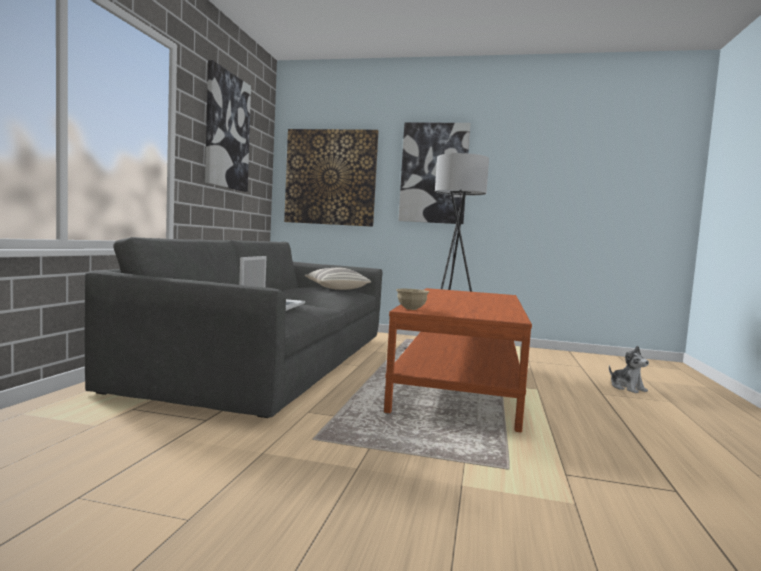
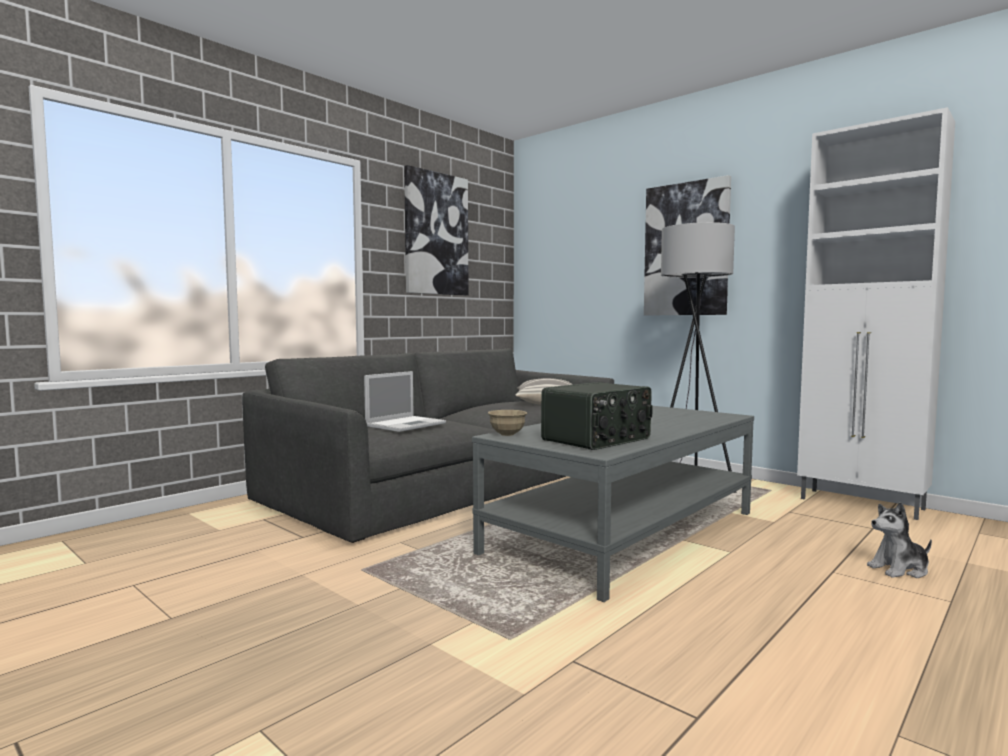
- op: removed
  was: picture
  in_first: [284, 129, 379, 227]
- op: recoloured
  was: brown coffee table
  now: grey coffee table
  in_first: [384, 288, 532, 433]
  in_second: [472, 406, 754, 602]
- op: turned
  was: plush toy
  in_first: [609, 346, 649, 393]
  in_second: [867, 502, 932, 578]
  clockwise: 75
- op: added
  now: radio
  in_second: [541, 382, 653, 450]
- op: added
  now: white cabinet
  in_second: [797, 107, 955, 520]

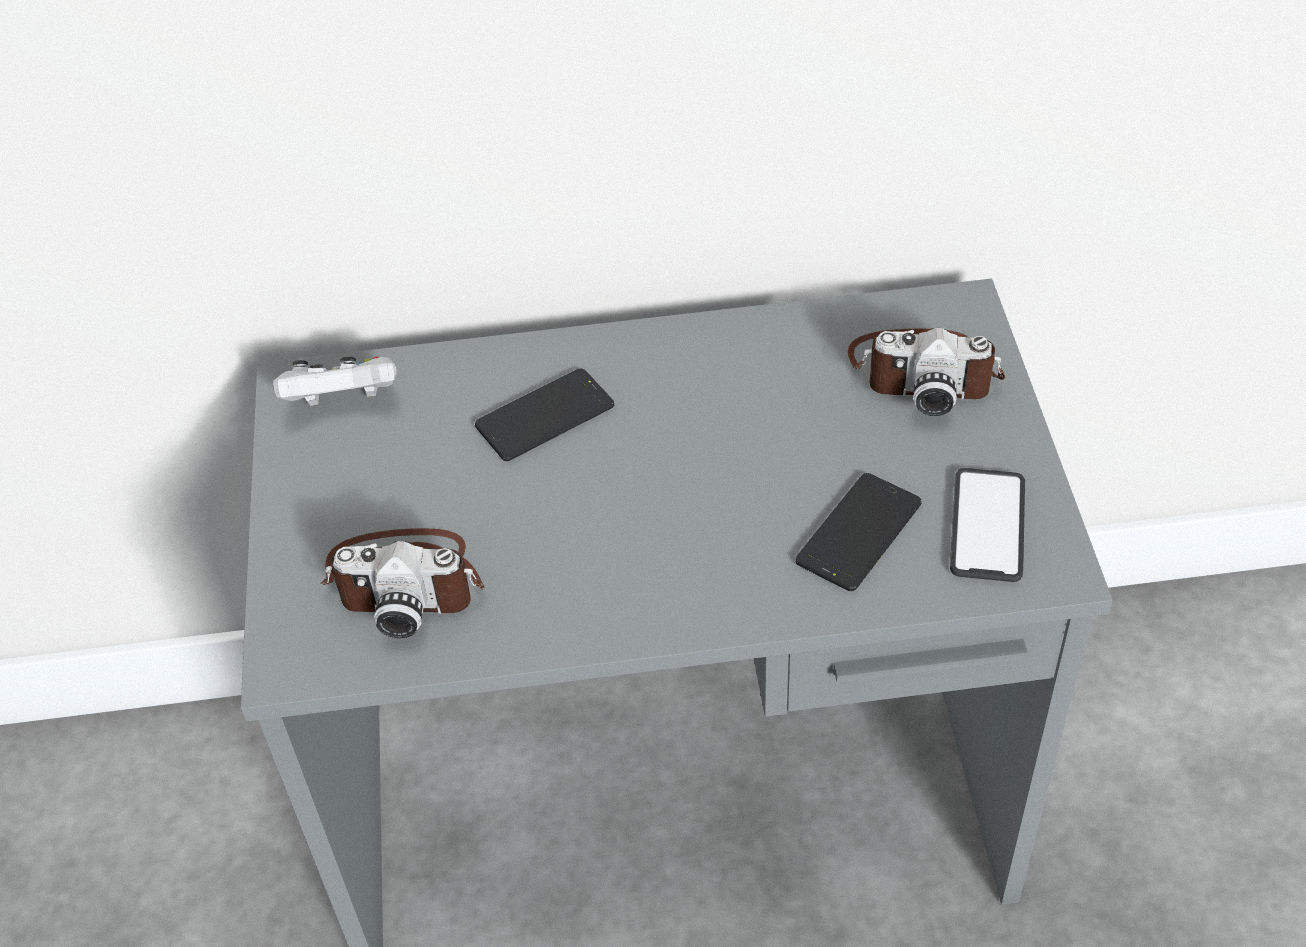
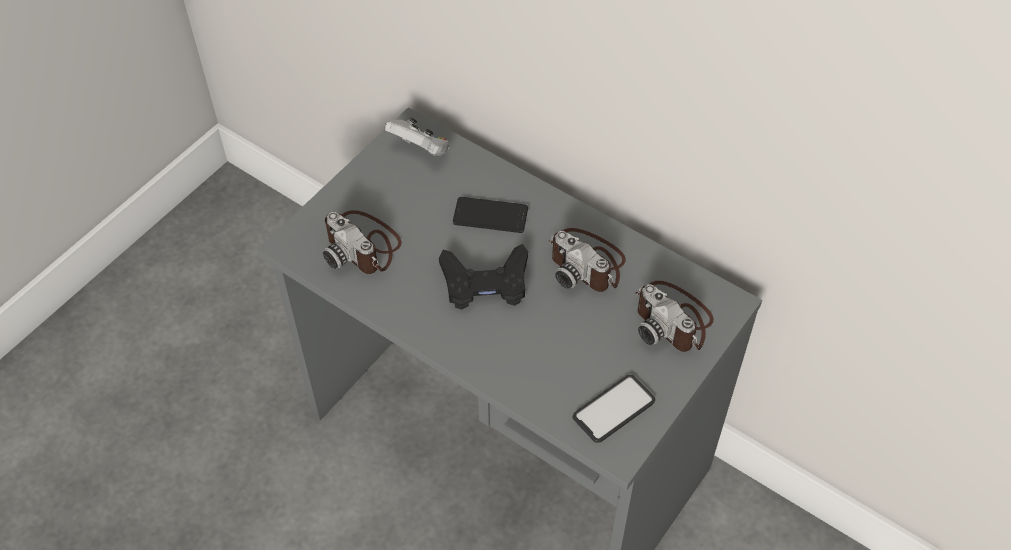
- op: removed
  was: phone
  in_first: [795, 473, 922, 591]
- op: added
  now: black game controller
  in_second: [439, 244, 528, 309]
- op: added
  now: photo camera
  in_second: [549, 228, 626, 292]

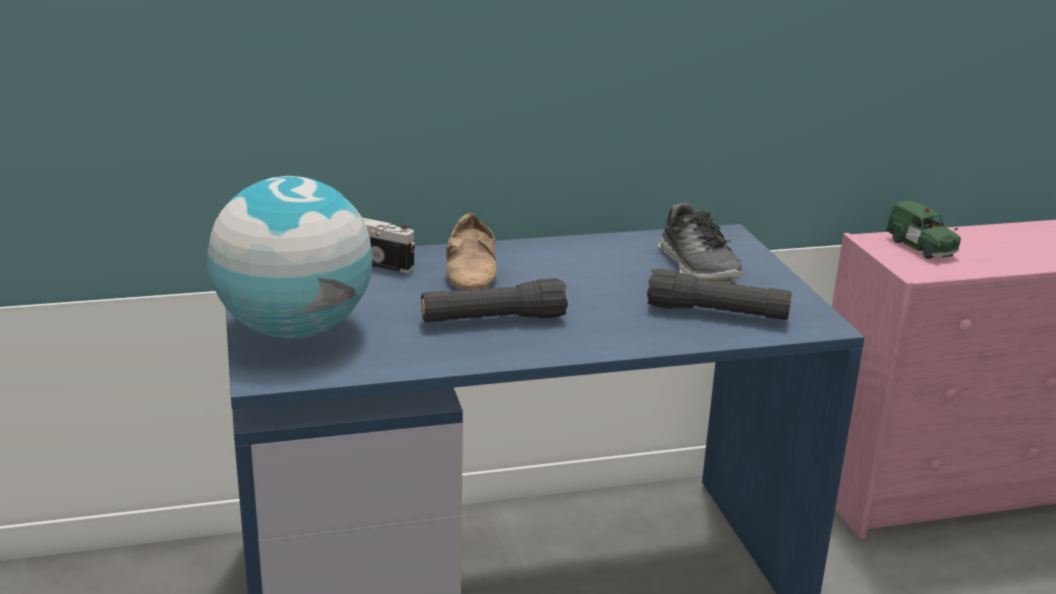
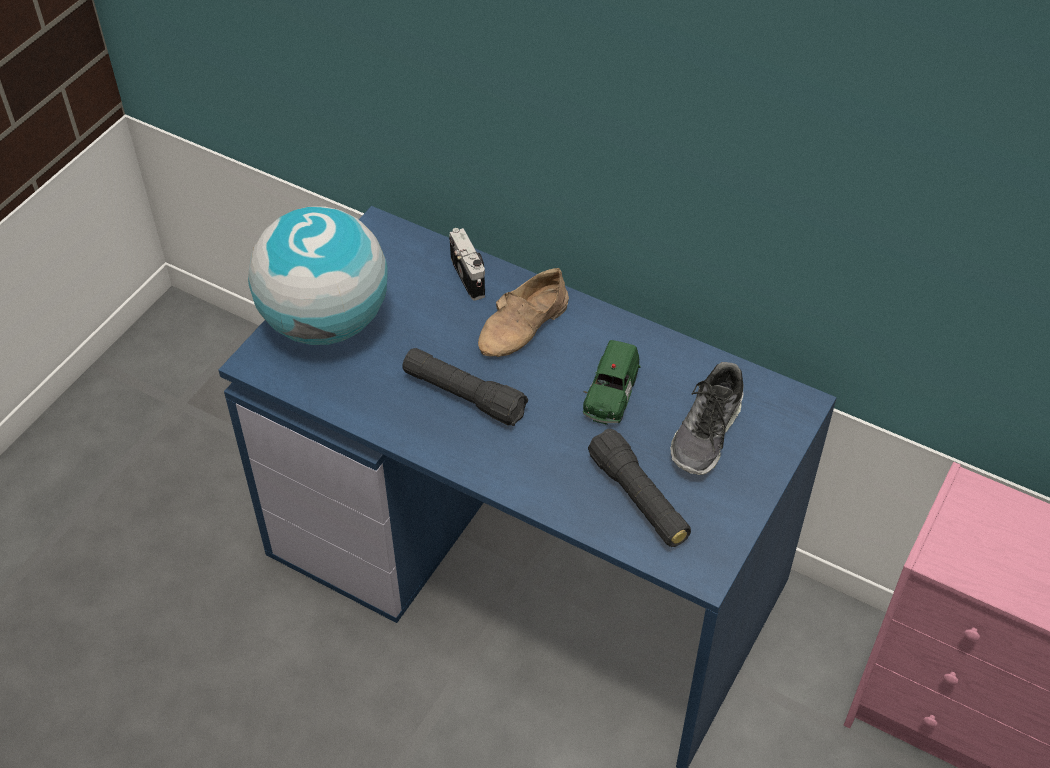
- op: moved
  was: green toy car
  in_first: [886, 200, 961, 259]
  in_second: [583, 340, 641, 425]

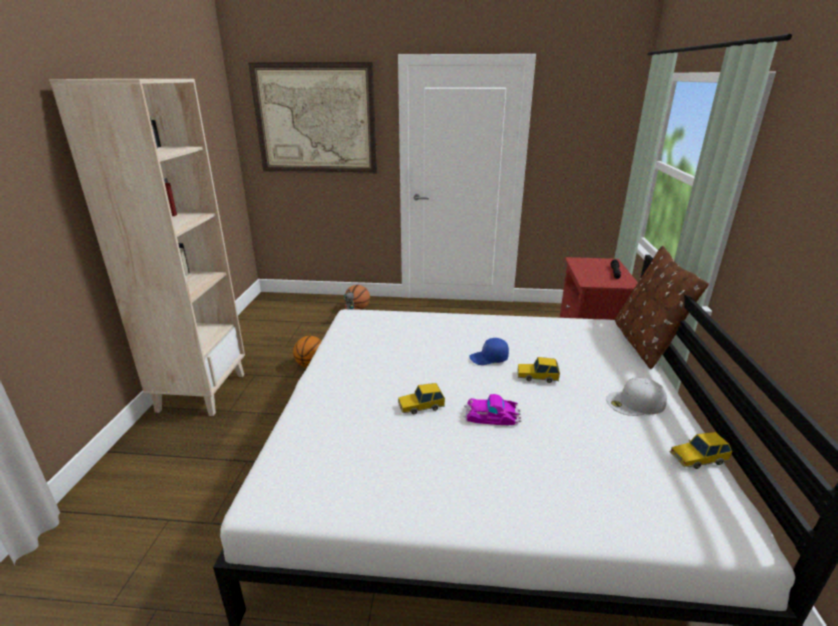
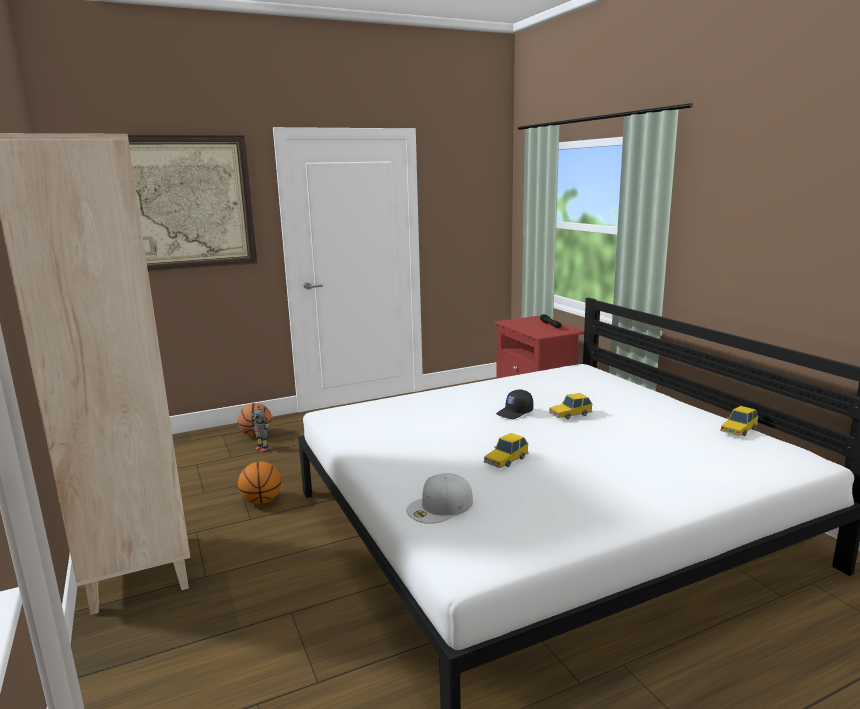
- op: removed
  was: toy car
  in_first: [463, 394, 521, 425]
- op: recoloured
  was: blue cap
  now: black cap
  in_first: [469, 338, 509, 365]
  in_second: [496, 390, 533, 419]
- op: moved
  was: white cap
  in_first: [606, 378, 667, 416]
  in_second: [406, 473, 473, 524]
- op: removed
  was: brown pillow
  in_first: [615, 246, 709, 369]

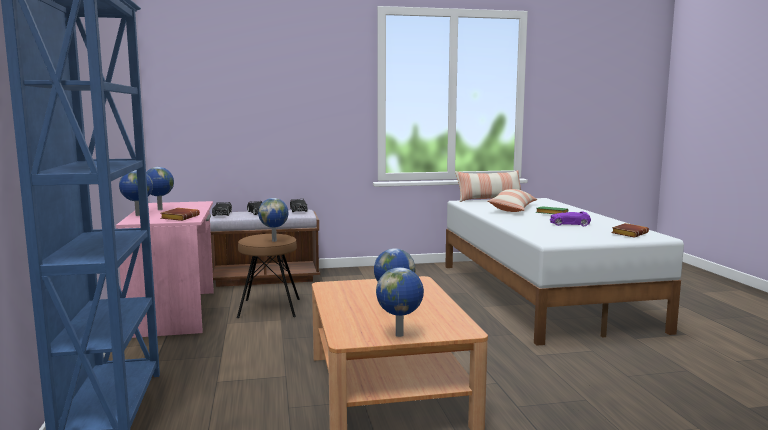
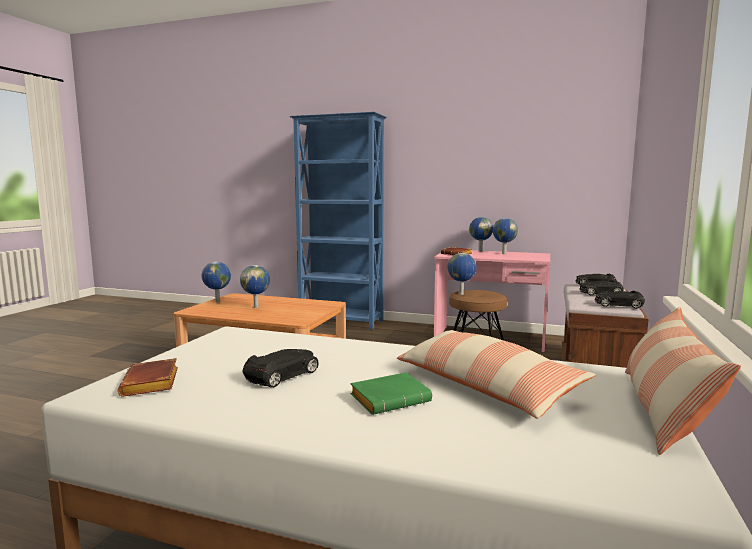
- op: recoloured
  was: purple toy car
  now: black toy car
  in_first: [549, 211, 591, 226]
  in_second: [242, 349, 319, 387]

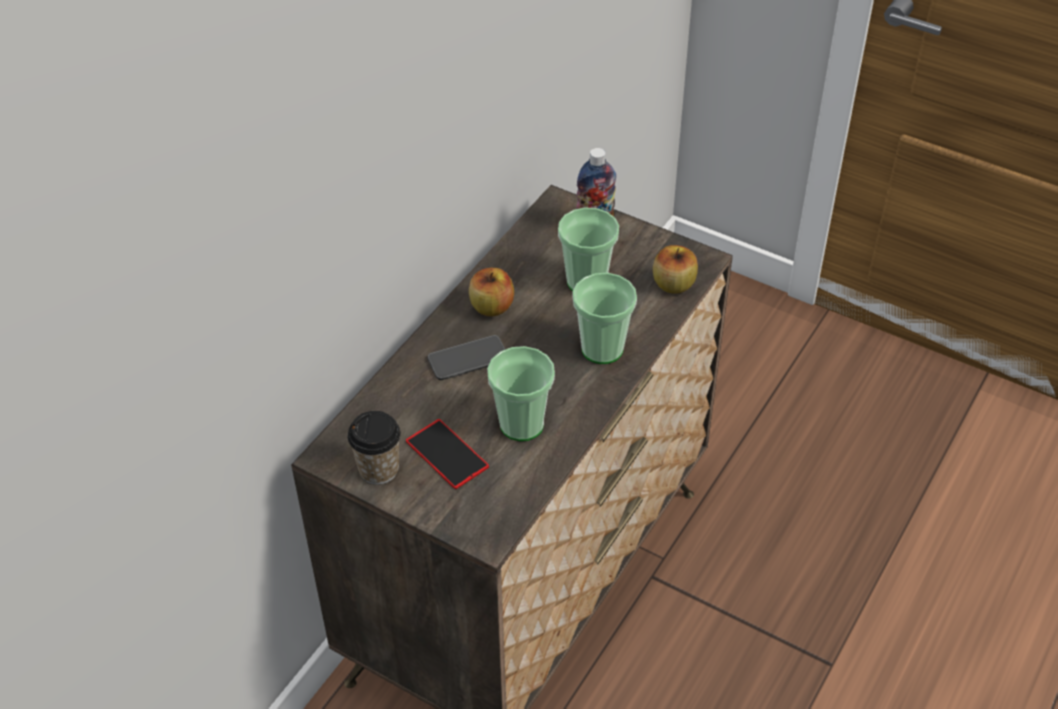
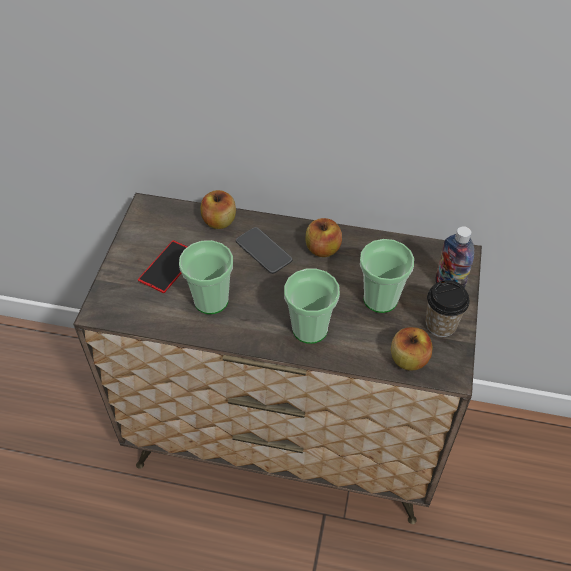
- op: moved
  was: cup
  in_first: [348, 411, 401, 485]
  in_second: [426, 280, 470, 337]
- op: added
  now: apple
  in_second: [201, 190, 236, 229]

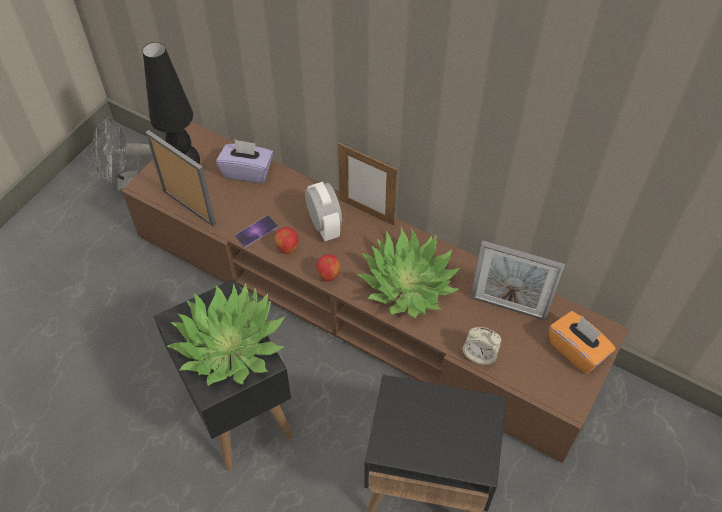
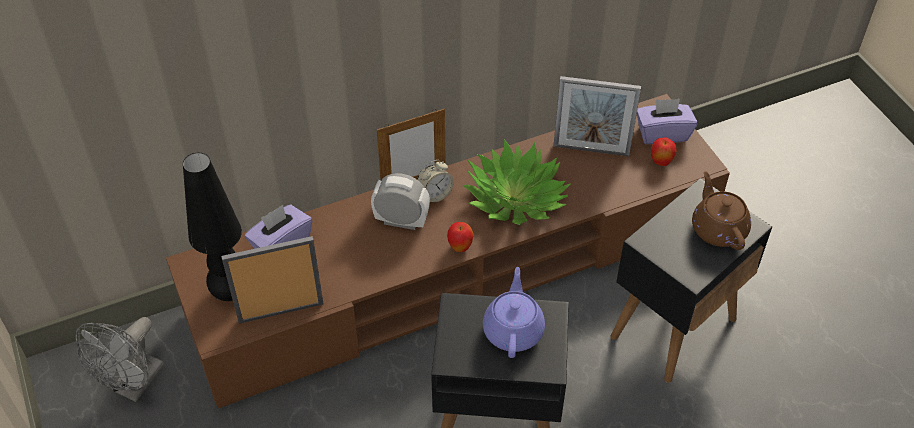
- op: replaced
  was: potted plant
  now: purple teapot
  in_first: [166, 283, 284, 386]
  in_second: [483, 267, 545, 358]
- op: removed
  was: phone
  in_first: [235, 215, 278, 248]
- op: moved
  was: apple
  in_first: [275, 227, 298, 254]
  in_second: [651, 137, 677, 166]
- op: moved
  was: alarm clock
  in_first: [463, 327, 501, 365]
  in_second: [417, 160, 454, 202]
- op: turned
  was: picture frame
  in_first: [470, 240, 565, 321]
  in_second: [553, 76, 641, 156]
  clockwise: 45
- op: recoloured
  was: orange tissue box
  now: purple tissue box
  in_first: [549, 311, 616, 374]
  in_second: [637, 99, 698, 144]
- op: added
  now: brown teapot
  in_second: [692, 171, 751, 250]

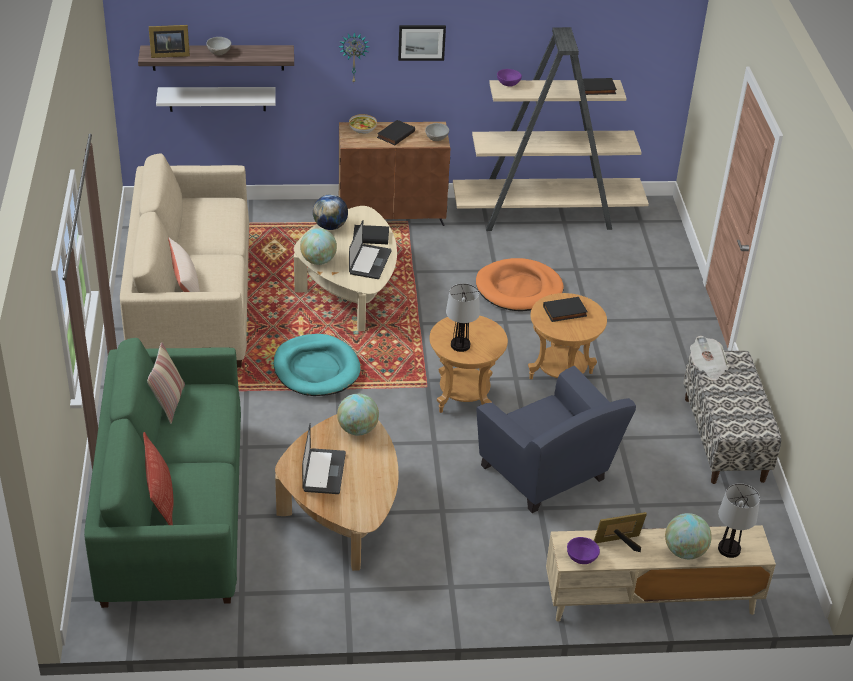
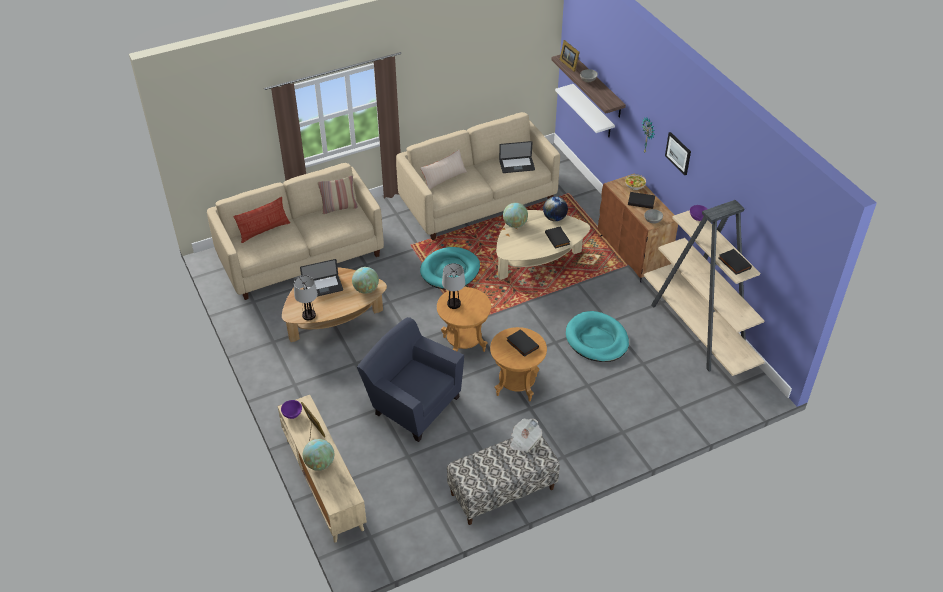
- op: recoloured
  was: green sofa
  now: beige sofa
  in_first: [84, 338, 241, 608]
  in_second: [207, 163, 384, 300]
- op: moved
  was: laptop
  in_first: [349, 220, 391, 279]
  in_second: [499, 141, 535, 173]
- op: recoloured
  was: orange dog bed
  now: turquoise dog bed
  in_first: [476, 258, 564, 311]
  in_second: [566, 311, 629, 362]
- op: turned
  was: blue armchair
  in_first: [477, 366, 636, 513]
  in_second: [357, 317, 464, 442]
  clockwise: 90
- op: moved
  was: table lamp
  in_first: [718, 484, 760, 558]
  in_second: [294, 275, 318, 320]

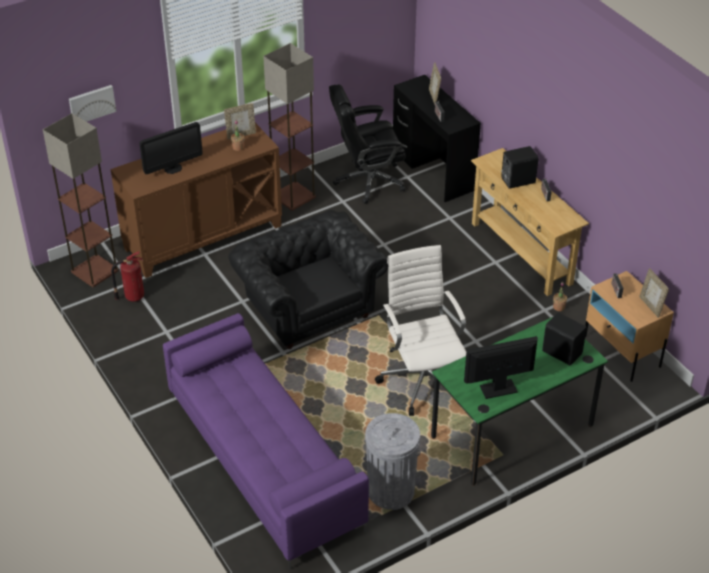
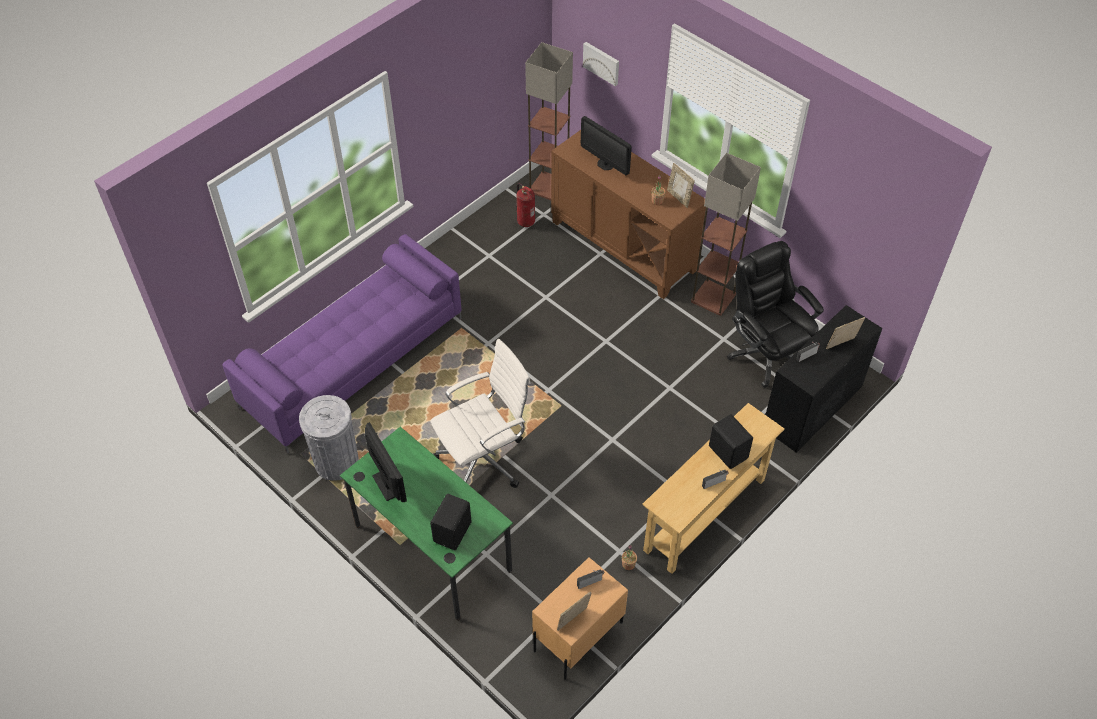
- op: removed
  was: black armchair
  in_first: [228, 210, 388, 349]

